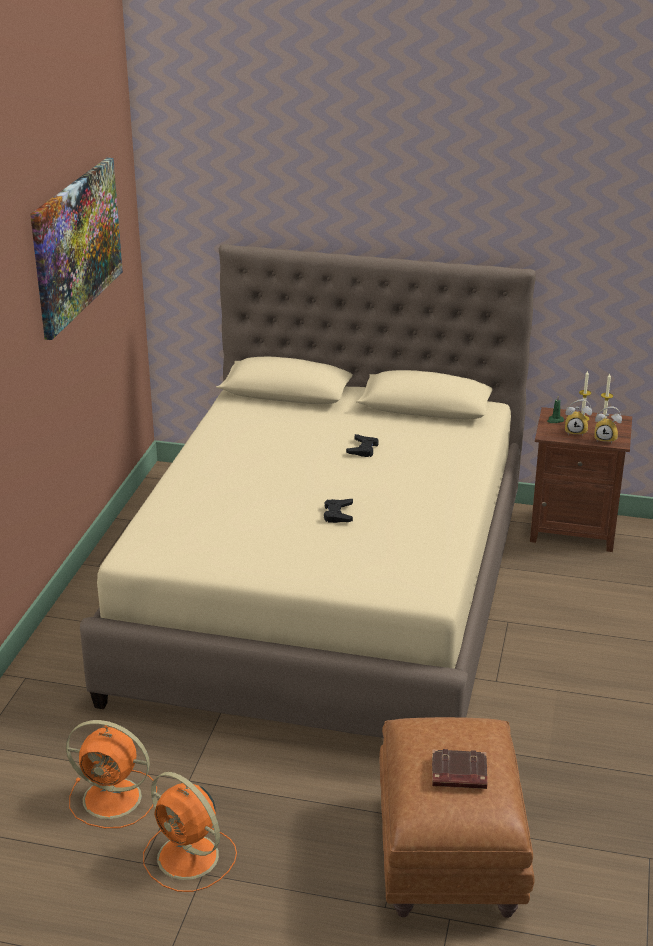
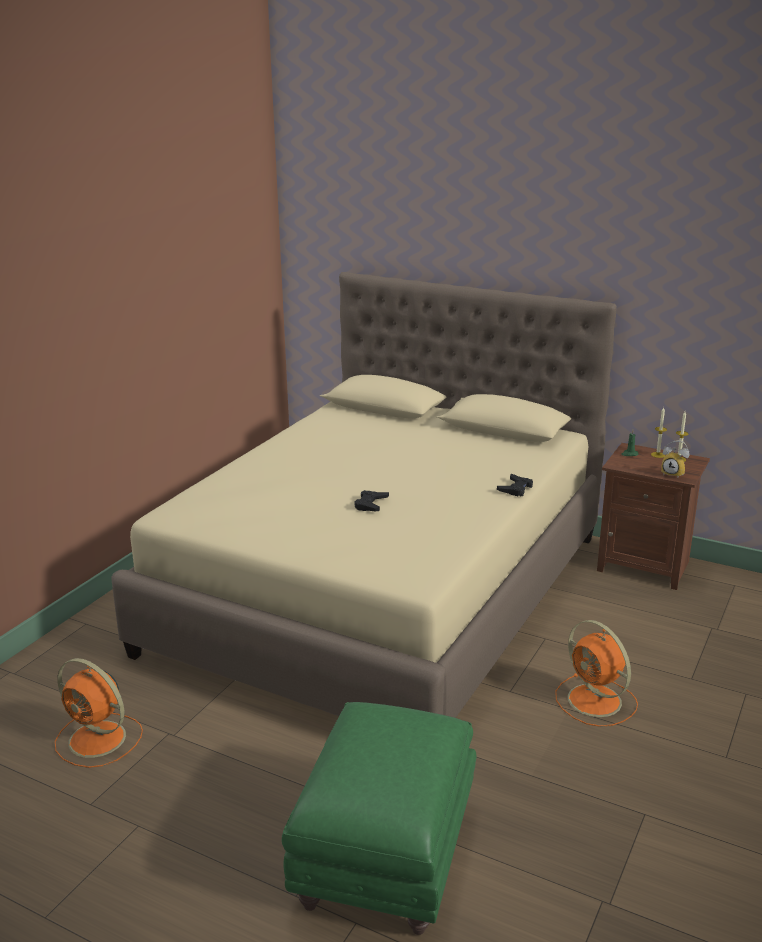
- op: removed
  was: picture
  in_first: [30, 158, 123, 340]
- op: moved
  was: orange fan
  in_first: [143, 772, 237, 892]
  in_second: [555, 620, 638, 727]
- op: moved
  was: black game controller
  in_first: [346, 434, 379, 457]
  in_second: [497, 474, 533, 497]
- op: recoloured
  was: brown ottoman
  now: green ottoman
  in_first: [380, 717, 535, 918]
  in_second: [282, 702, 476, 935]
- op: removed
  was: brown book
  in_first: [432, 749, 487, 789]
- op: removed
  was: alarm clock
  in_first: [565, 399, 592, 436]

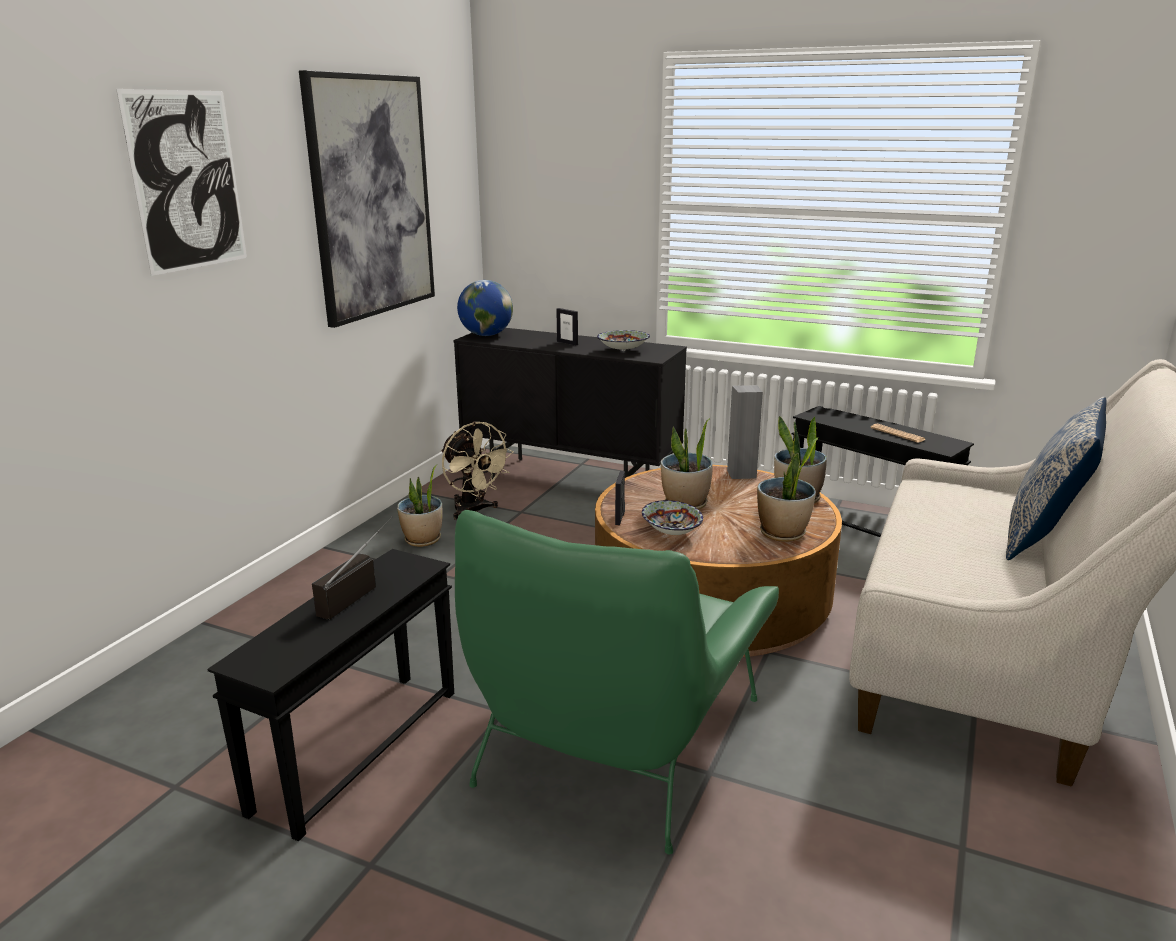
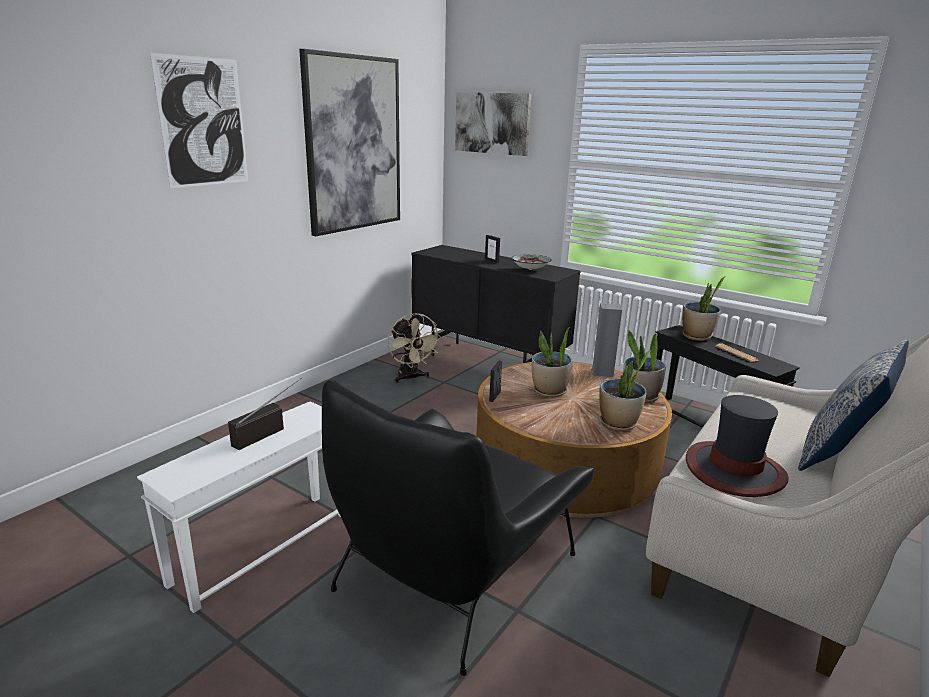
- op: recoloured
  was: black side table
  now: white side table
  in_first: [207, 549, 454, 842]
  in_second: [137, 401, 341, 613]
- op: moved
  was: potted plant
  in_first: [397, 465, 443, 547]
  in_second: [682, 276, 726, 341]
- op: recoloured
  was: green armchair
  now: black armchair
  in_first: [455, 510, 779, 855]
  in_second: [322, 380, 594, 676]
- op: removed
  was: globe
  in_first: [457, 280, 513, 336]
- op: removed
  was: bowl
  in_first: [642, 500, 703, 535]
- op: added
  now: picture
  in_second: [455, 92, 531, 156]
- op: added
  now: hat
  in_second: [686, 395, 789, 497]

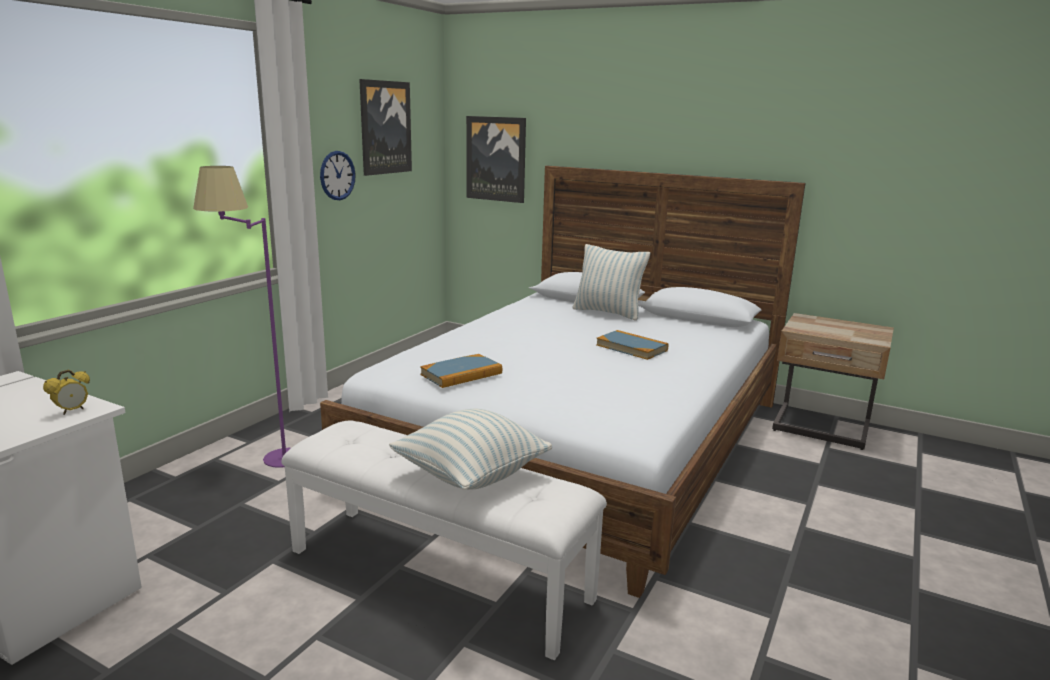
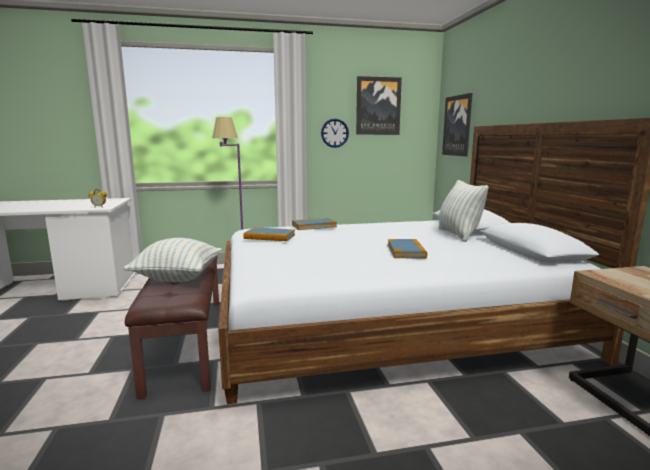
- op: recoloured
  was: white bench
  now: brown bench
  in_first: [281, 420, 607, 660]
  in_second: [125, 256, 219, 399]
- op: added
  now: book
  in_second: [292, 218, 337, 230]

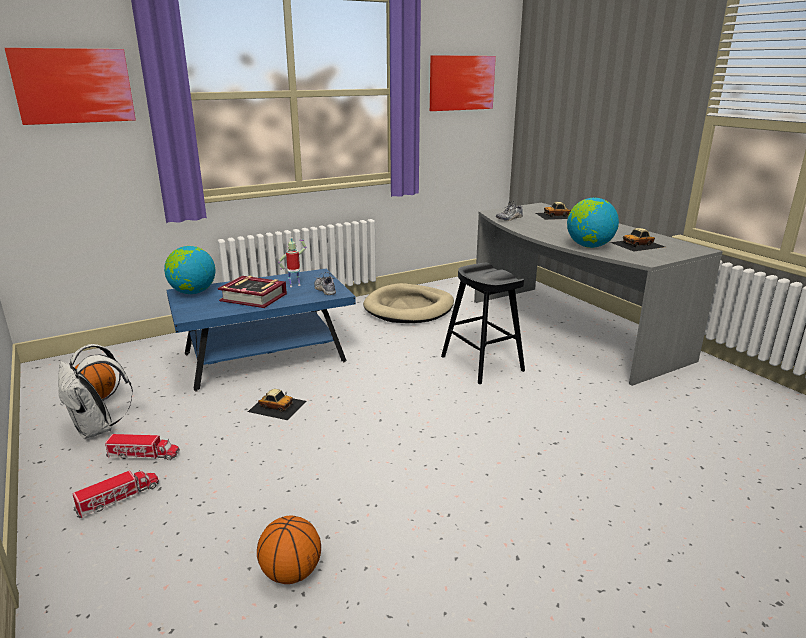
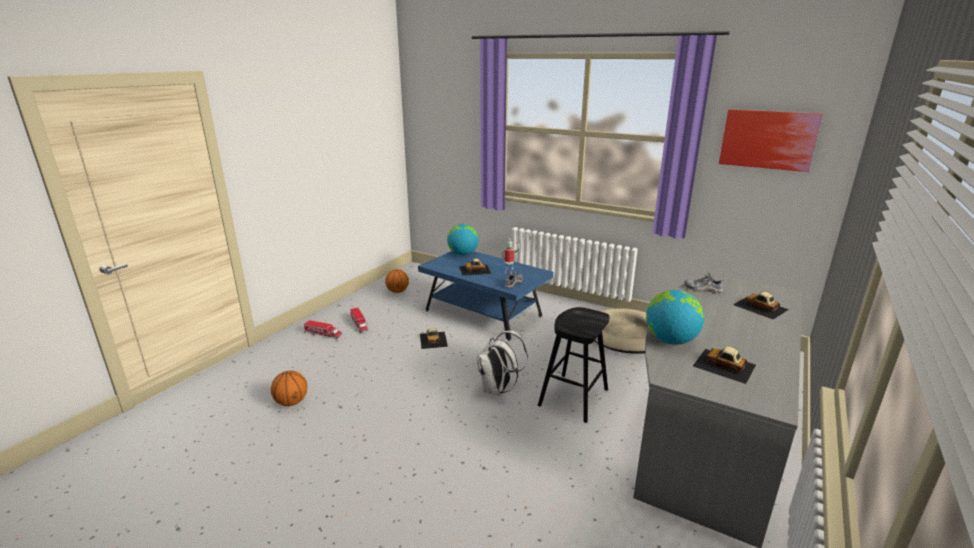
- op: removed
  was: picture
  in_first: [5, 48, 136, 125]
- op: moved
  was: white backpack
  in_first: [58, 344, 133, 439]
  in_second: [477, 330, 528, 396]
- op: replaced
  was: book
  now: toy car
  in_first: [218, 276, 287, 308]
  in_second: [459, 259, 491, 276]

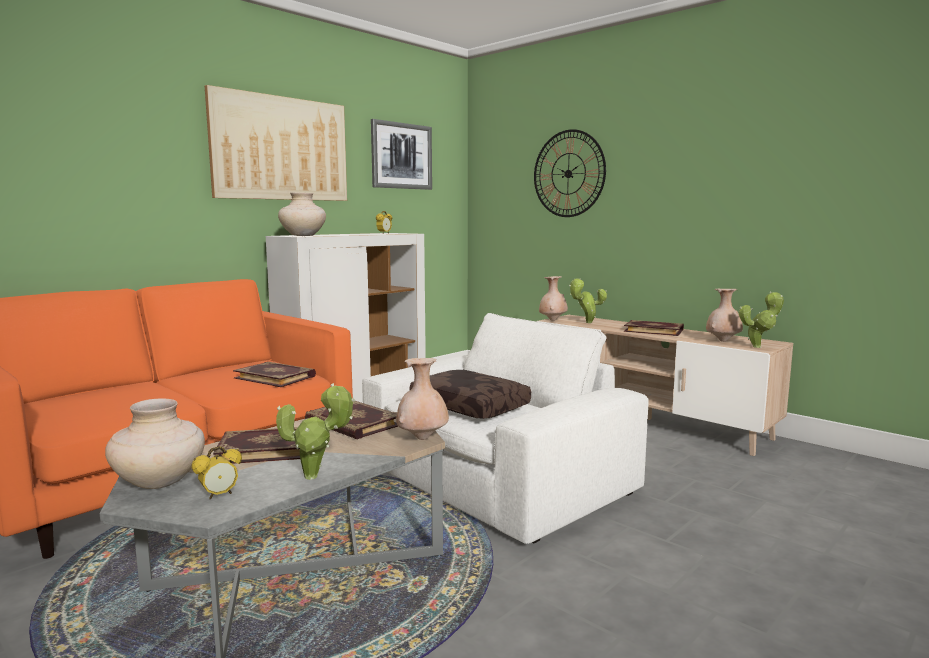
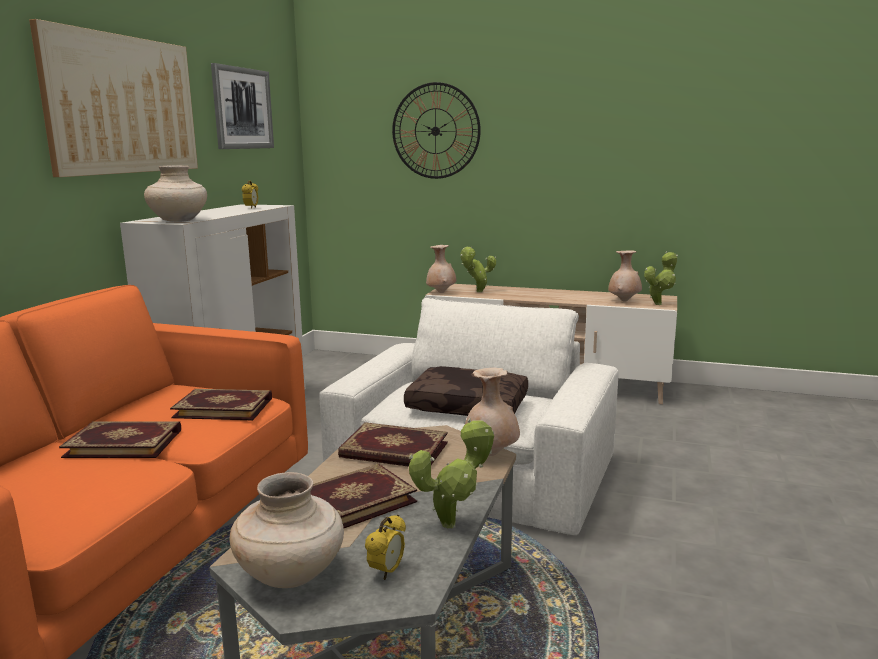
- op: moved
  was: book
  in_first: [624, 320, 684, 336]
  in_second: [59, 421, 181, 458]

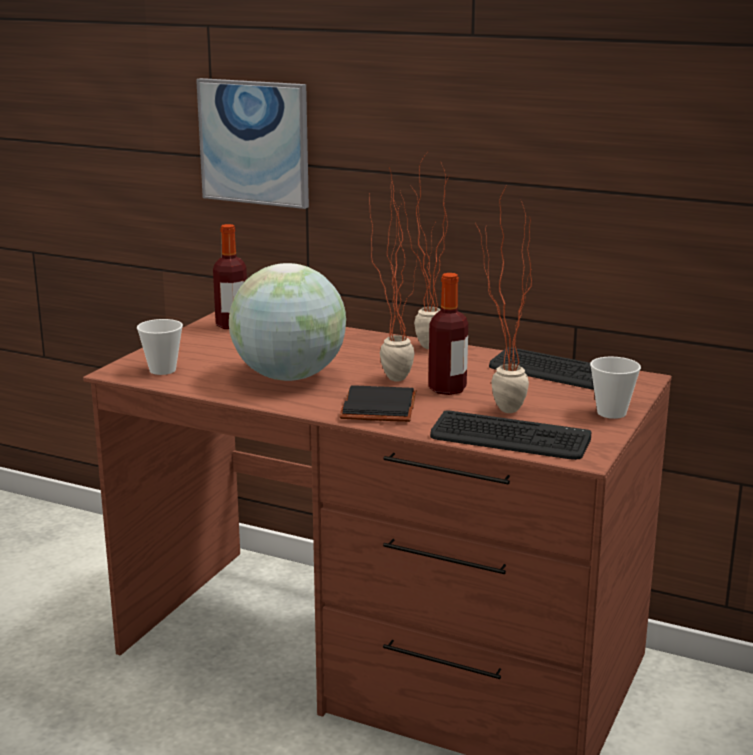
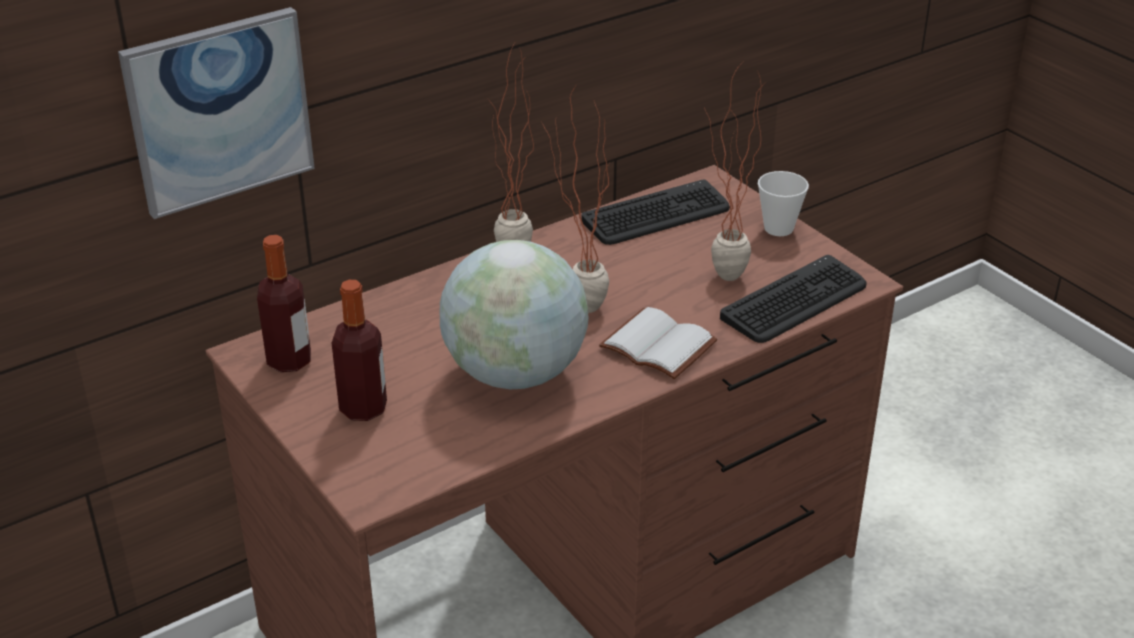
- op: removed
  was: cup
  in_first: [137, 319, 183, 375]
- op: recoloured
  was: black book
  now: white book
  in_first: [340, 385, 417, 422]
  in_second: [599, 307, 717, 379]
- op: moved
  was: bottle
  in_first: [428, 273, 468, 395]
  in_second: [331, 280, 387, 421]

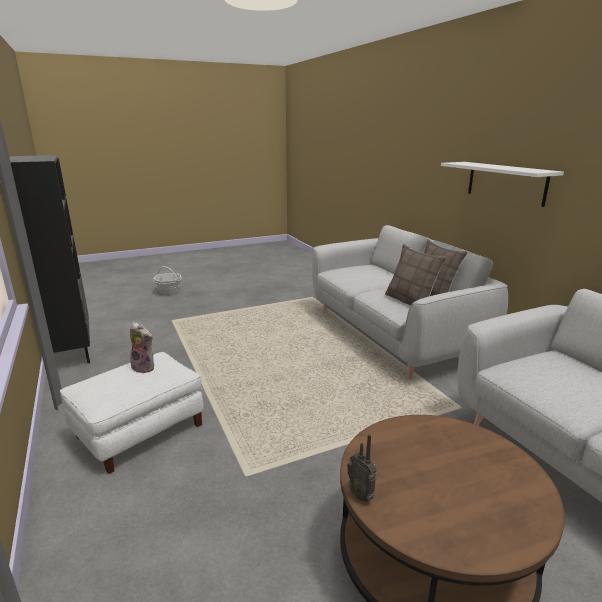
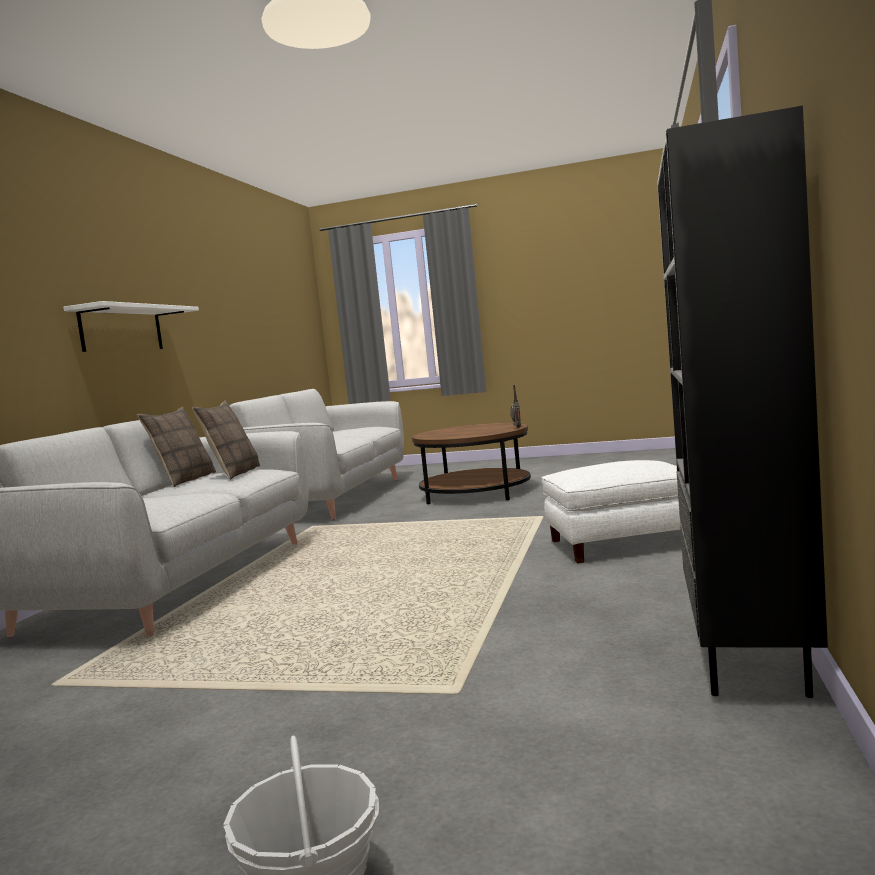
- op: removed
  was: plush toy
  in_first: [130, 322, 154, 373]

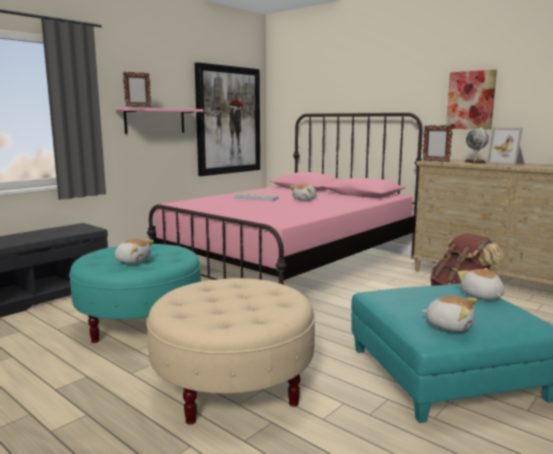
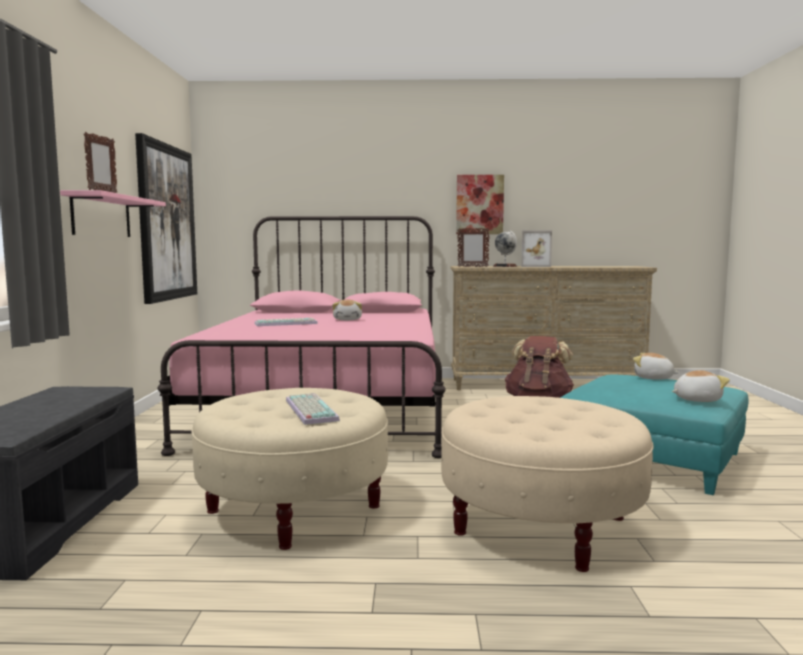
- op: recoloured
  was: turquoise ottoman
  now: beige ottoman
  in_first: [69, 244, 201, 343]
  in_second: [191, 388, 388, 550]
- op: replaced
  was: plush toy
  now: keyboard
  in_first: [115, 239, 154, 264]
  in_second: [286, 393, 340, 425]

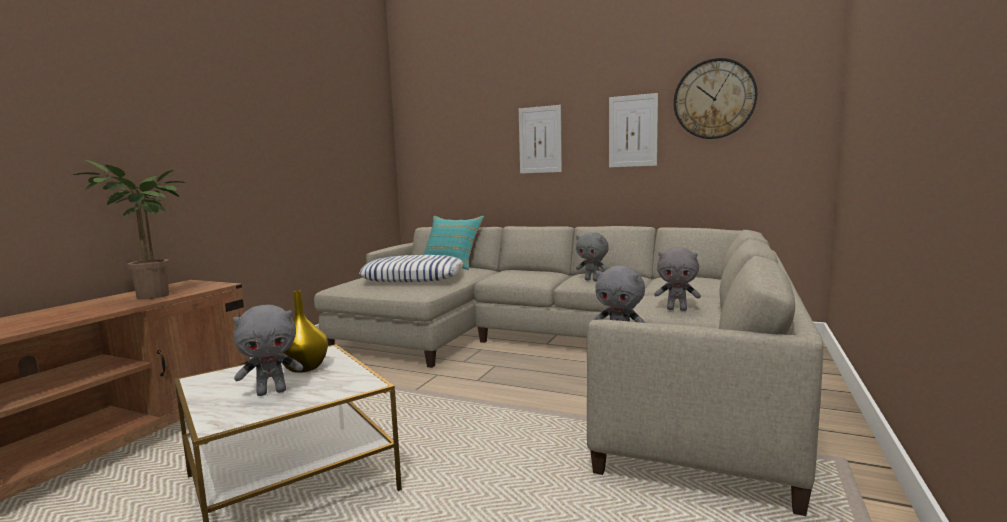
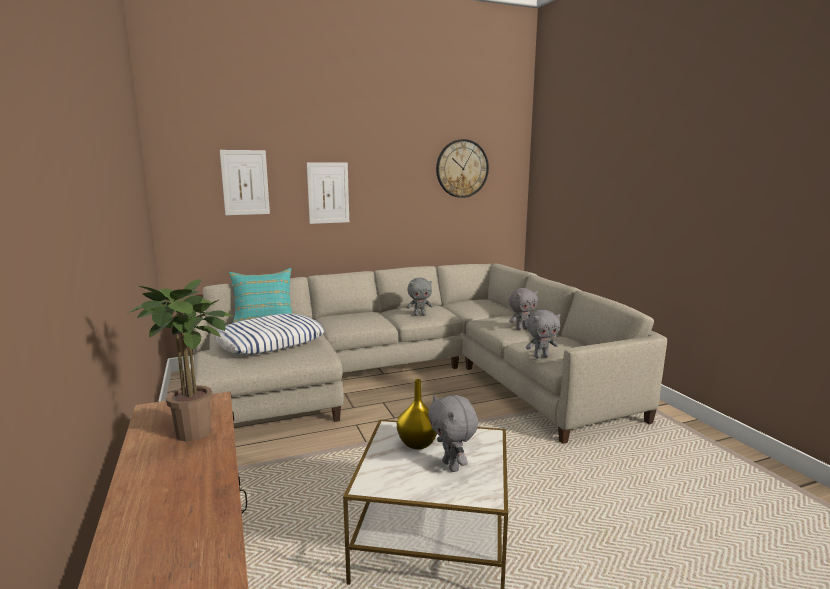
- op: turned
  was: grey plush toy
  in_first: [233, 305, 303, 396]
  in_second: [428, 395, 478, 472]
  clockwise: 135
- op: moved
  was: picture
  in_first: [609, 93, 658, 167]
  in_second: [220, 150, 270, 215]

